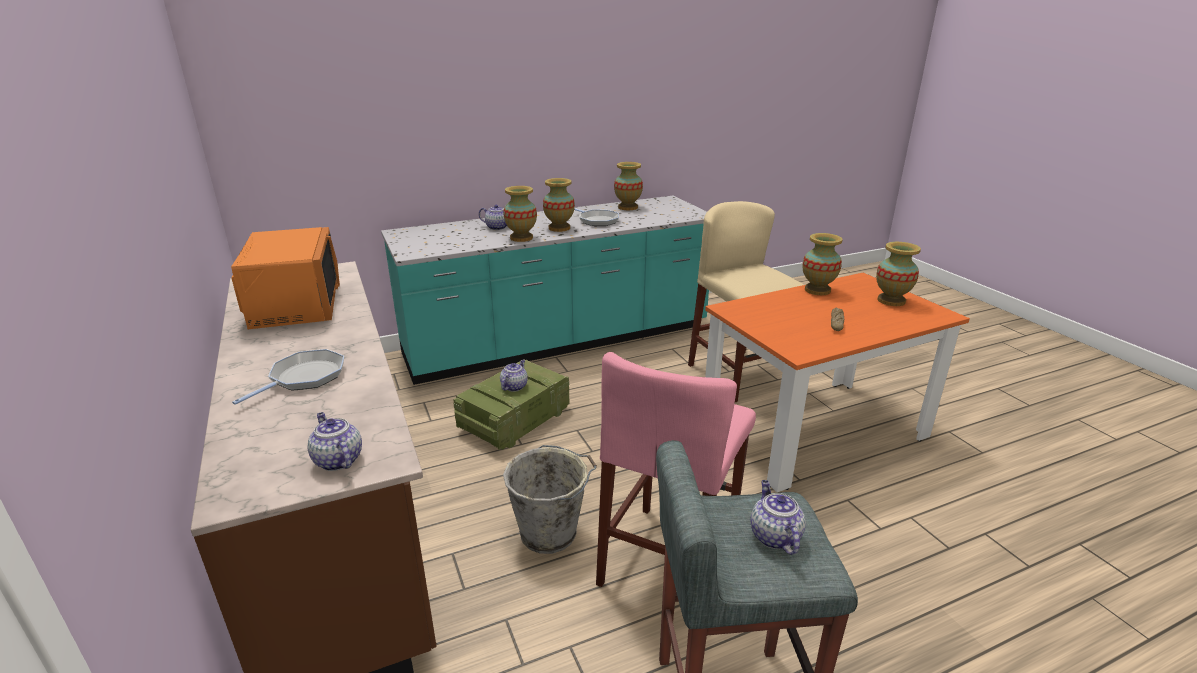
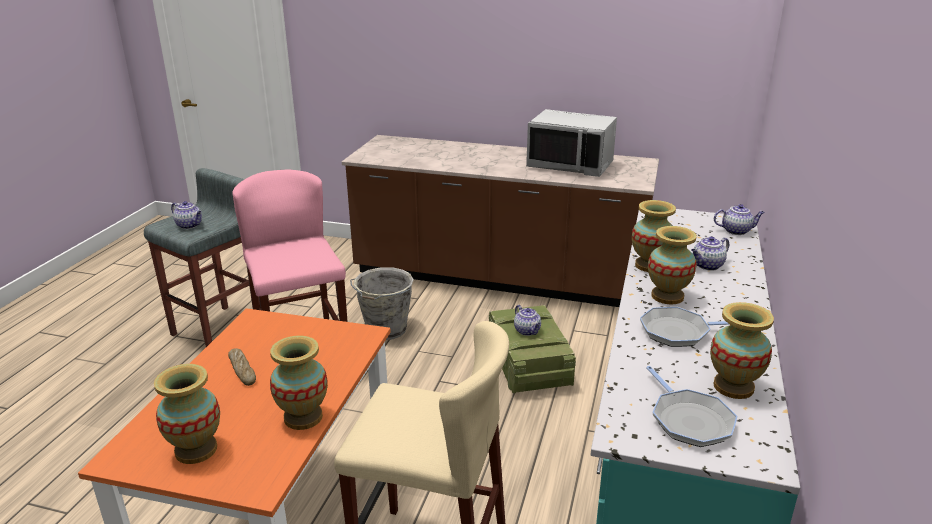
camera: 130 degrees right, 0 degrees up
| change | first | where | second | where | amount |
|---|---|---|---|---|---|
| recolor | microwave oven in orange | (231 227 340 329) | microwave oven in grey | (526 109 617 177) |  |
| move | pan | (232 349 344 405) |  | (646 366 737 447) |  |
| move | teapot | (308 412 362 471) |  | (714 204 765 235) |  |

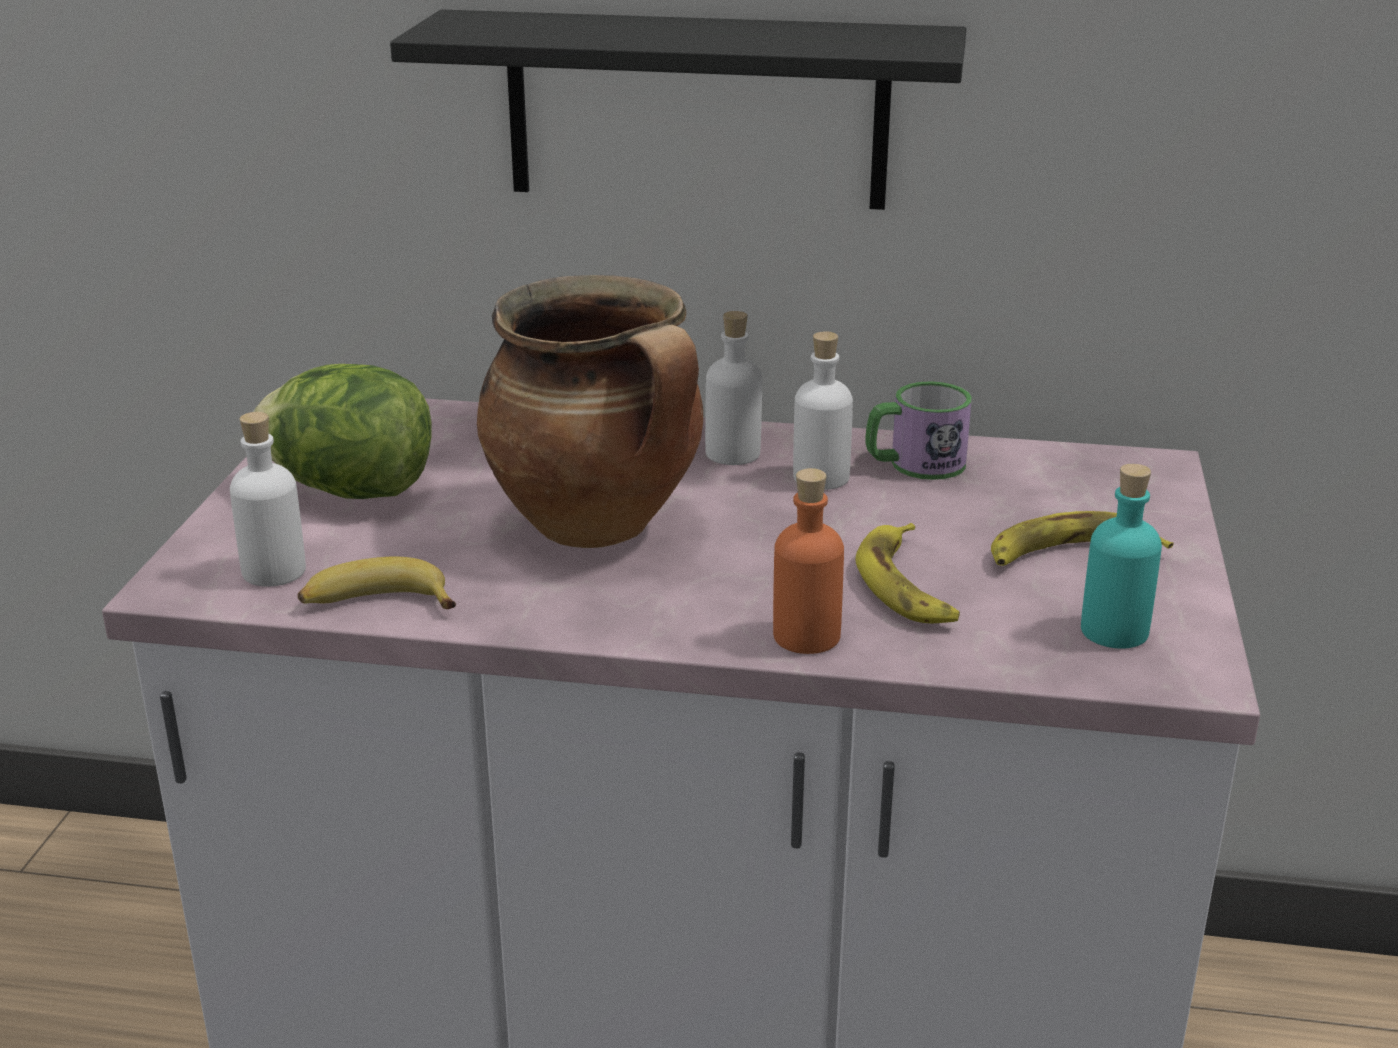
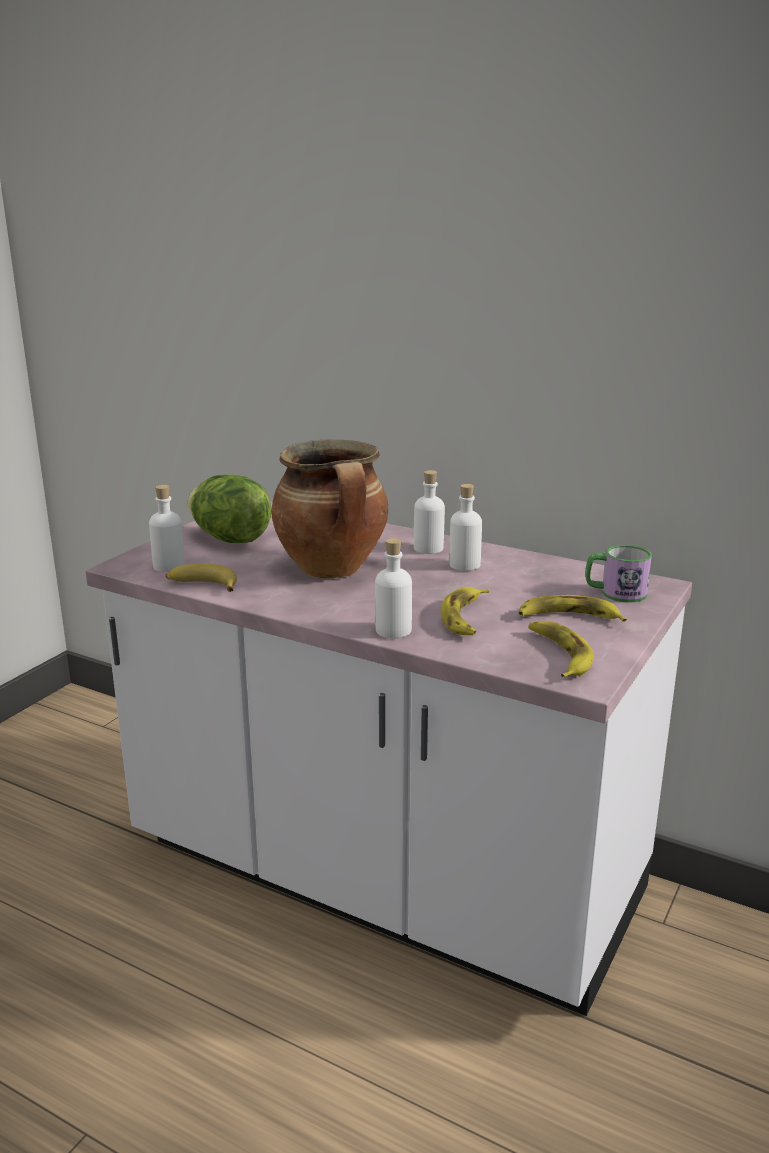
camera: 20 degrees right, 5 degrees down
| change | first | where | second | where | amount |
|---|---|---|---|---|---|
| delete | shelf in black-coloured | (390 9 966 210) |  |  |  |
| move | tea mug | (865 381 972 480) |  | (585 545 652 603) |  |
| replace | bottle in blue-green | (1081 464 1162 649) | banana fruit | (528 621 594 678) |  |
| recolor | bottle in orange | (773 468 844 654) | bottle in whitish | (375 538 412 639) |  |

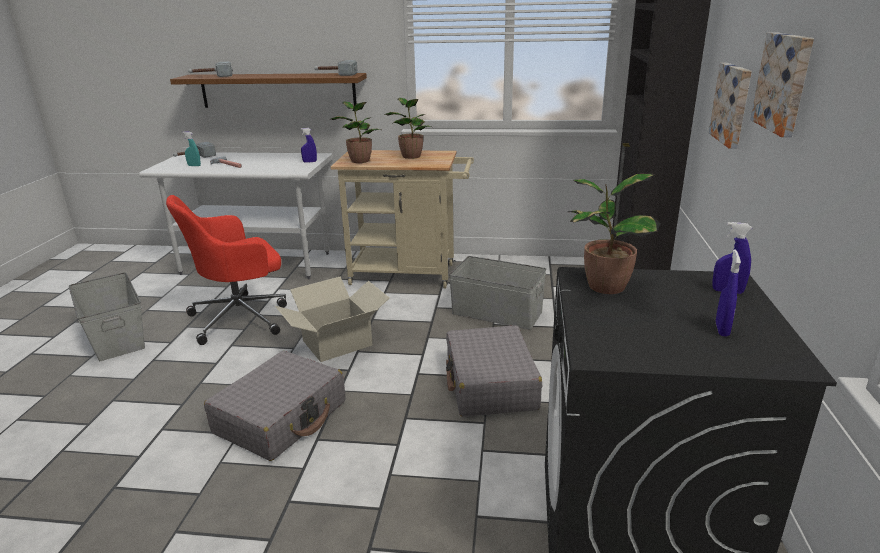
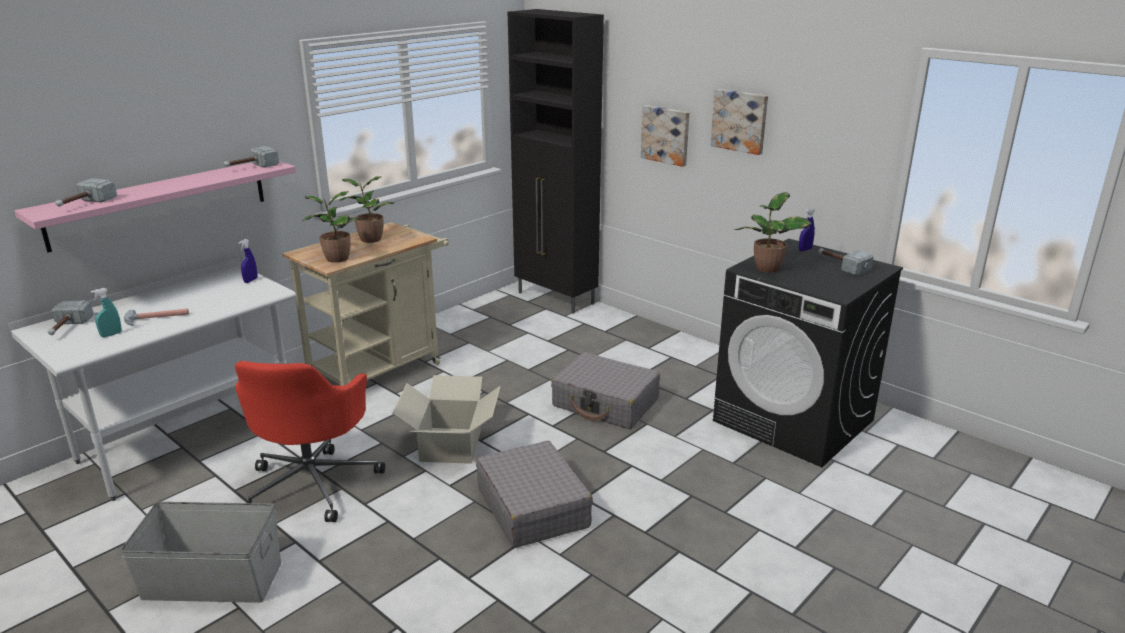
camera: 55 degrees left, 0 degrees up
| change | first | where | second | where | amount |
|---|---|---|---|---|---|
| recolor | shelf in brownish | (170 73 367 108) | shelf in pink | (14 161 296 252) |  |
| replace | hand sprayer in blue-coloured | (716 249 741 337) | tool hammer | (818 248 874 275) |  |
| delete | storage box in grey | (449 256 546 330) |  |  |  |

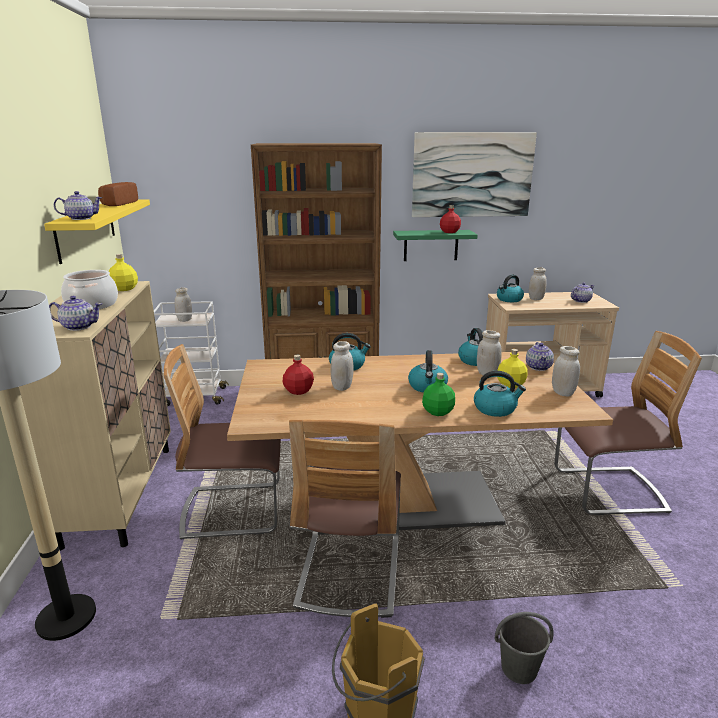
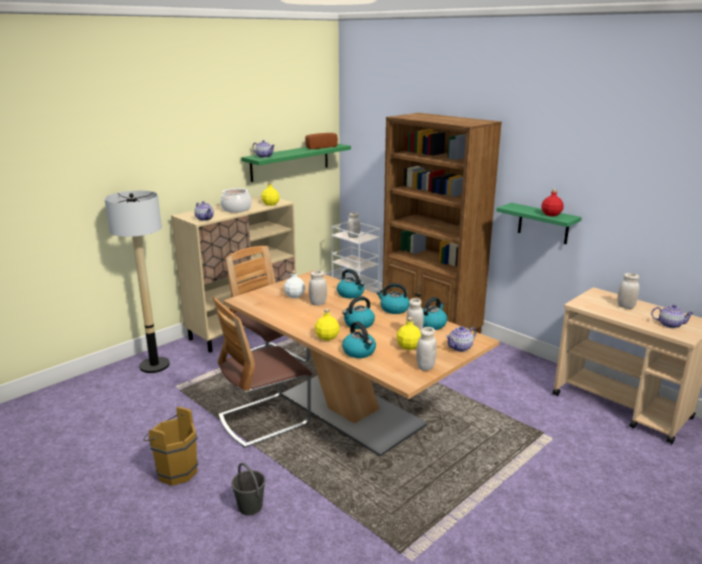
camera: 50 degrees right, 0 degrees up
| change | first | where | second | where | amount |
|---|---|---|---|---|---|
| delete | wall art | (412 132 537 217) |  |  |  |
| recolor | shelf in yellowish | (44 200 150 264) | shelf in green-coloured | (241 144 351 182) |  |
| move | kettle | (497 275 524 302) |  | (377 283 410 314) |  |
| delete | plain chair | (554 331 702 515) |  |  |  |
| recolor | bottle in reddish | (283 355 314 395) | bottle in whitish | (284 270 305 298) |  |
| recolor | bottle in green-coloured | (422 373 455 416) | bottle in yellowish | (315 309 340 341) |  |

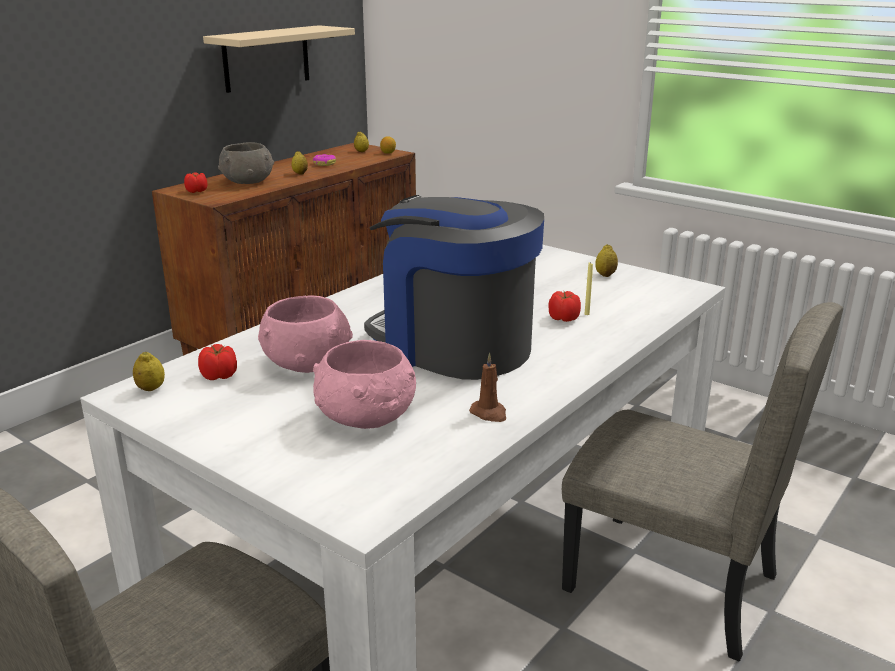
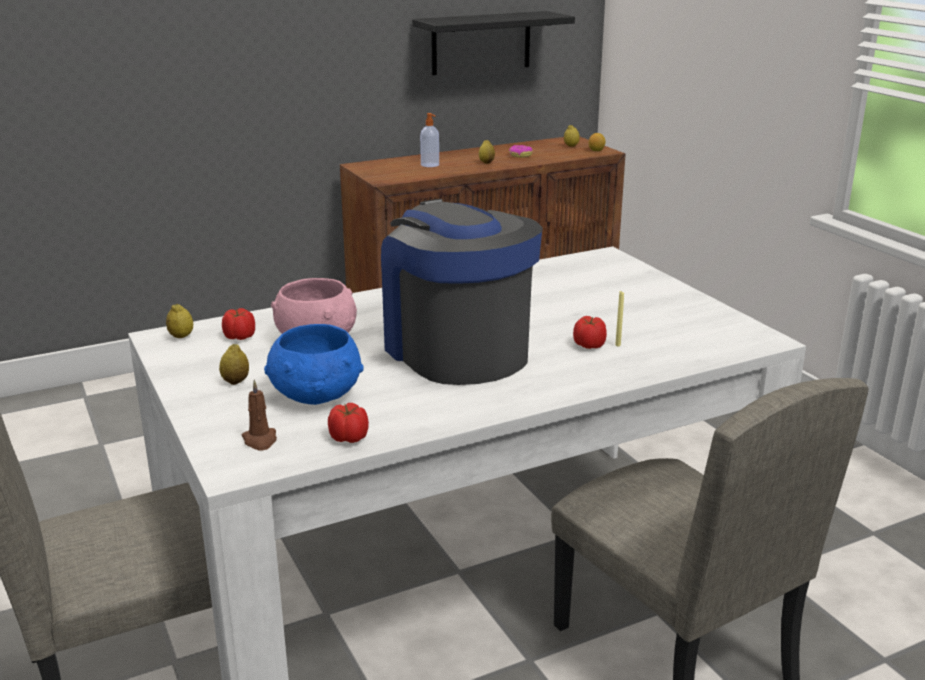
camera: 25 degrees right, 0 degrees up
| change | first | where | second | where | amount |
|---|---|---|---|---|---|
| recolor | shelf in beige-coloured | (203 25 355 93) | shelf in black-coloured | (412 11 575 75) |  |
| replace | serving bowl in grey | (218 142 274 184) | liquid soap bottle | (420 113 439 167) |  |
| move | whole tomato | (184 172 207 193) |  | (328 403 369 443) |  |
| move | citrus fruit | (595 245 618 277) |  | (219 344 249 385) |  |
| recolor | serving bowl in pink | (313 340 416 429) | serving bowl in blue-coloured | (264 324 364 405) |  |
| move | candle in brownish | (469 353 506 422) |  | (242 380 277 451) |  |

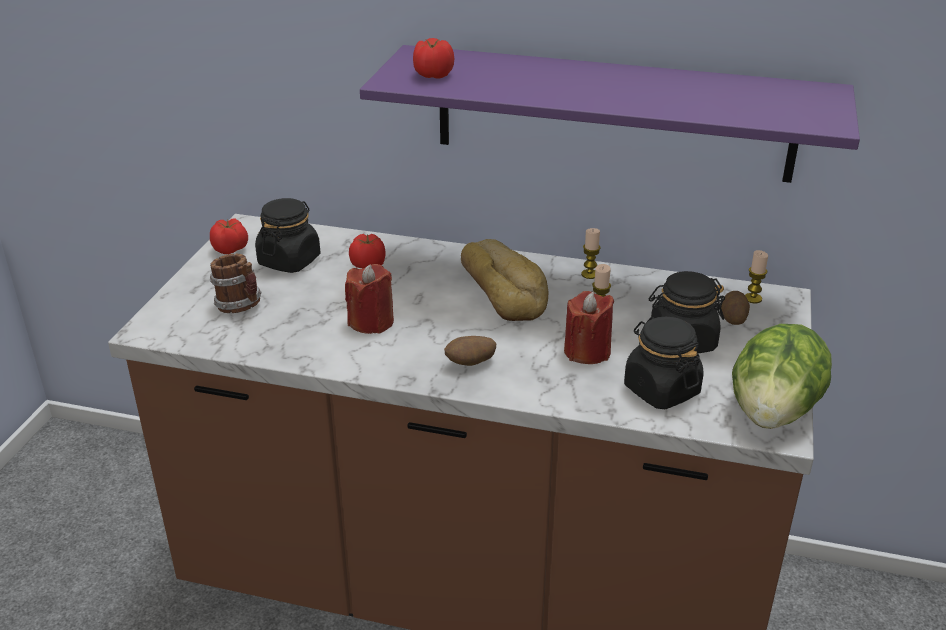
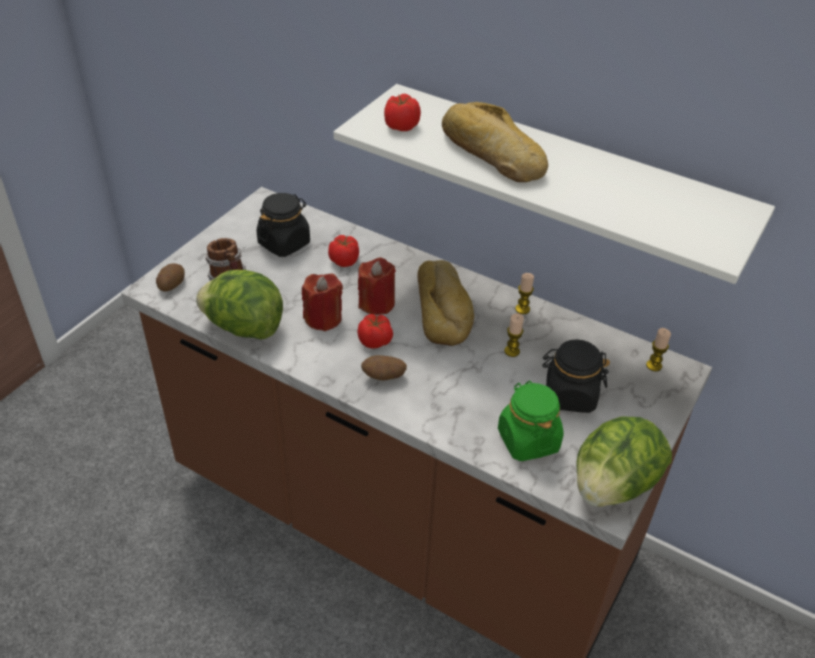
camera: 15 degrees right, 10 degrees up
| change | first | where | second | where | amount |
|---|---|---|---|---|---|
| recolor | shelf in purple | (360 45 860 183) | shelf in whitish | (333 84 775 284) |  |
| move | whole tomato | (210 218 248 254) |  | (357 314 393 349) |  |
| move | candle in reddish | (564 291 614 364) |  | (358 257 396 315) |  |
| move | spud | (721 291 750 325) |  | (156 263 185 291) |  |
| recolor | preserve jar in black-coloured | (624 317 704 409) | preserve jar in green-coloured | (498 380 564 461) |  |
| insert |  |  | baked bread | (442 102 548 182) |  |
| insert |  |  | lettuce head | (196 270 283 340) |  |

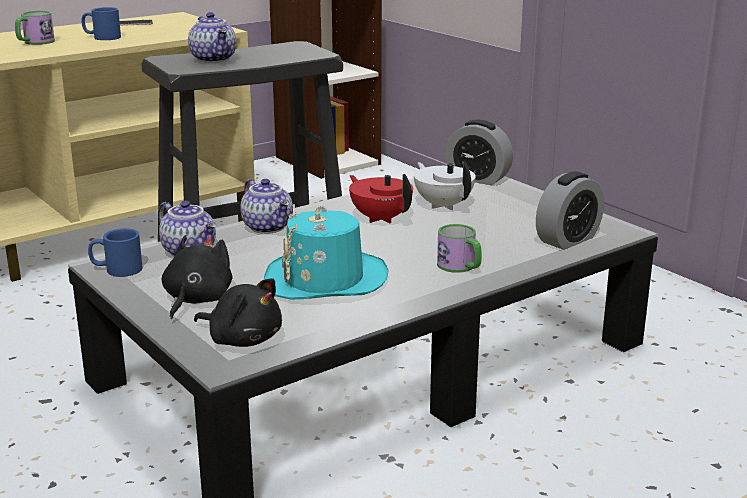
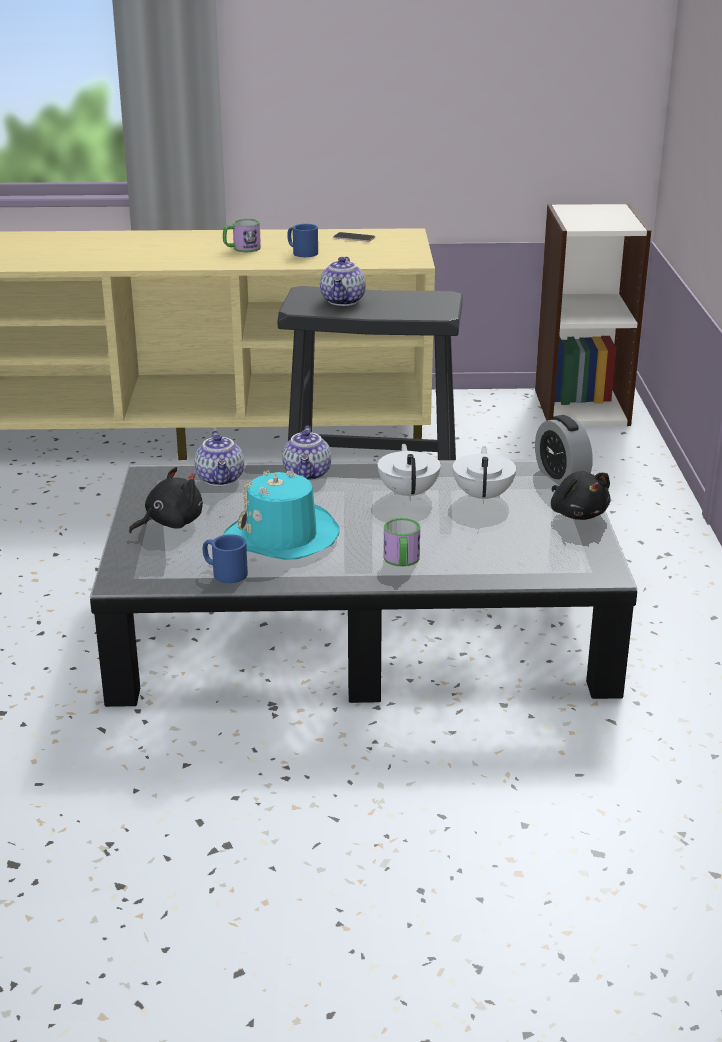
camera: 35 degrees right, 5 degrees up
| change | first | where | second | where | amount |
|---|---|---|---|---|---|
| delete | table clock | (536 171 604 250) |  |  |  |
| recolor | teapot in reddish | (349 174 413 223) | teapot in whitish | (378 444 441 501) |  |
| move | tea mug in blue-coloured | (88 228 143 277) |  | (203 534 248 583) |  |
| move | soft toy in black-coloured | (194 278 282 347) |  | (551 471 611 520) |  |

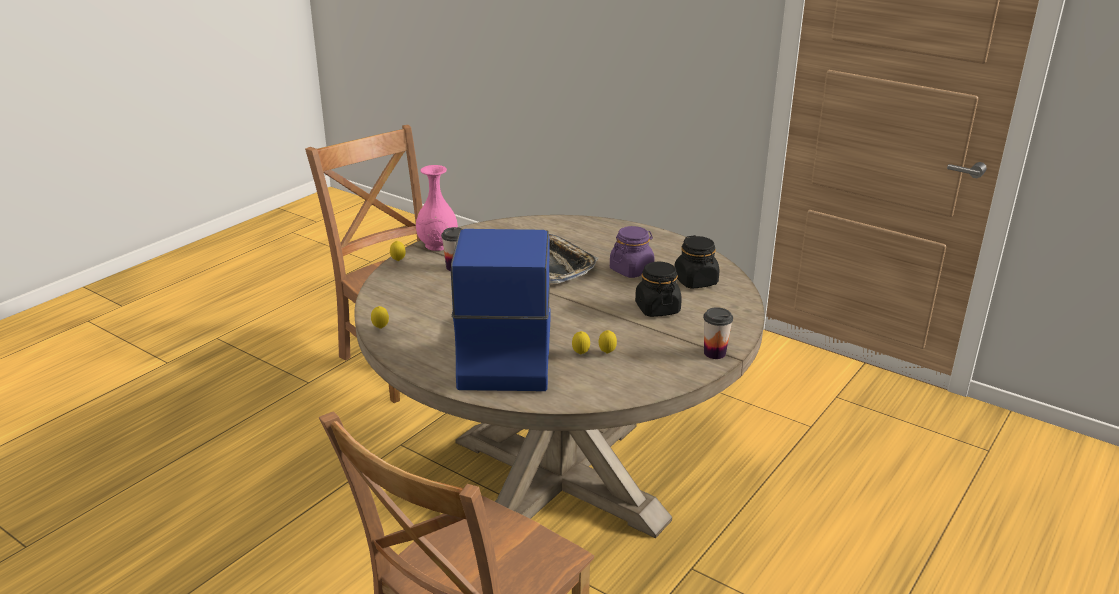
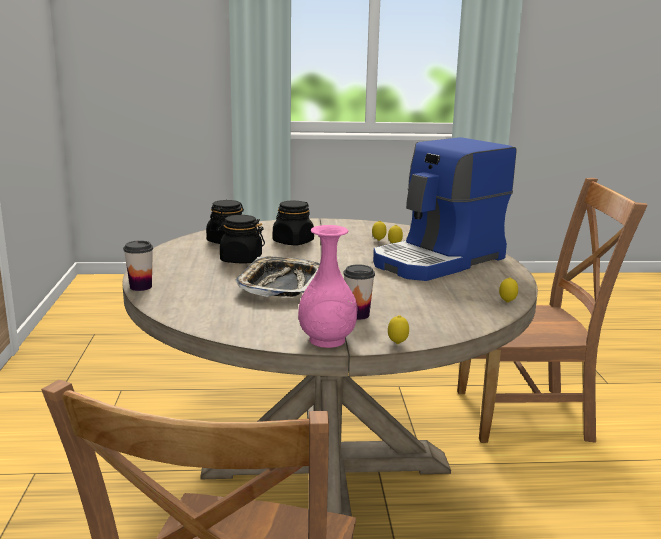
camera: 130 degrees left, 10 degrees down
| change | first | where | second | where | amount |
|---|---|---|---|---|---|
| recolor | preserve jar in purple | (610 226 655 278) | preserve jar in black-coloured | (216 215 265 263) |  |
| move | cup | (703 307 733 359) |  | (123 240 153 291) |  |

